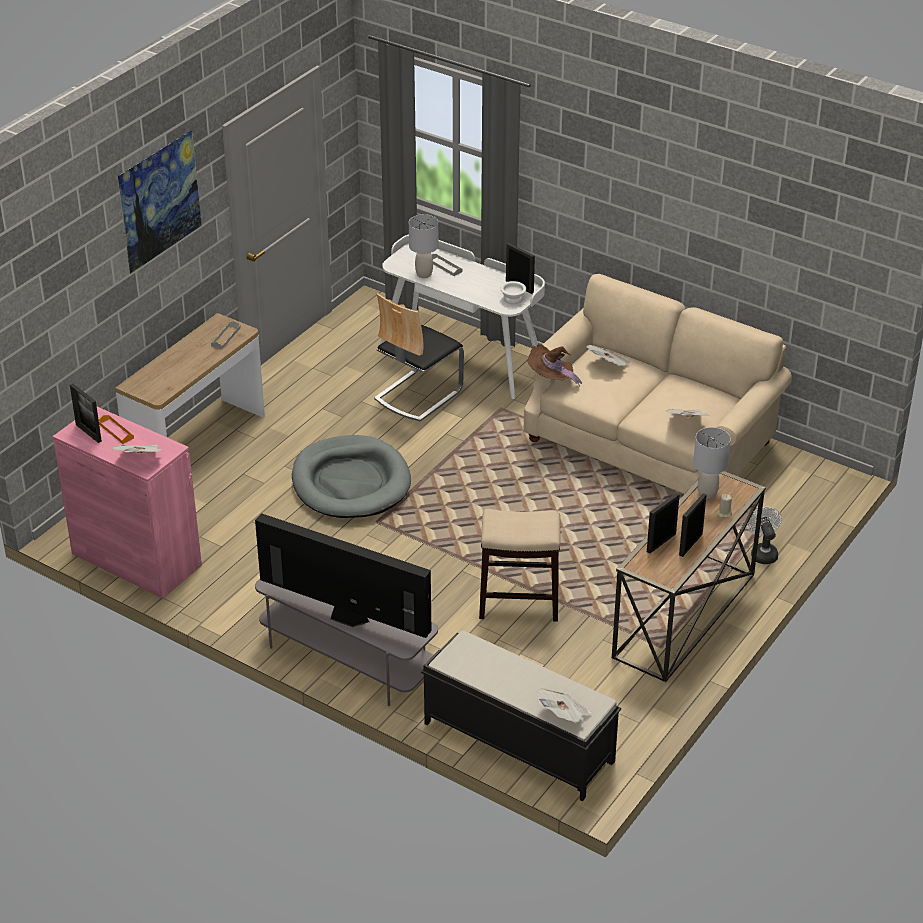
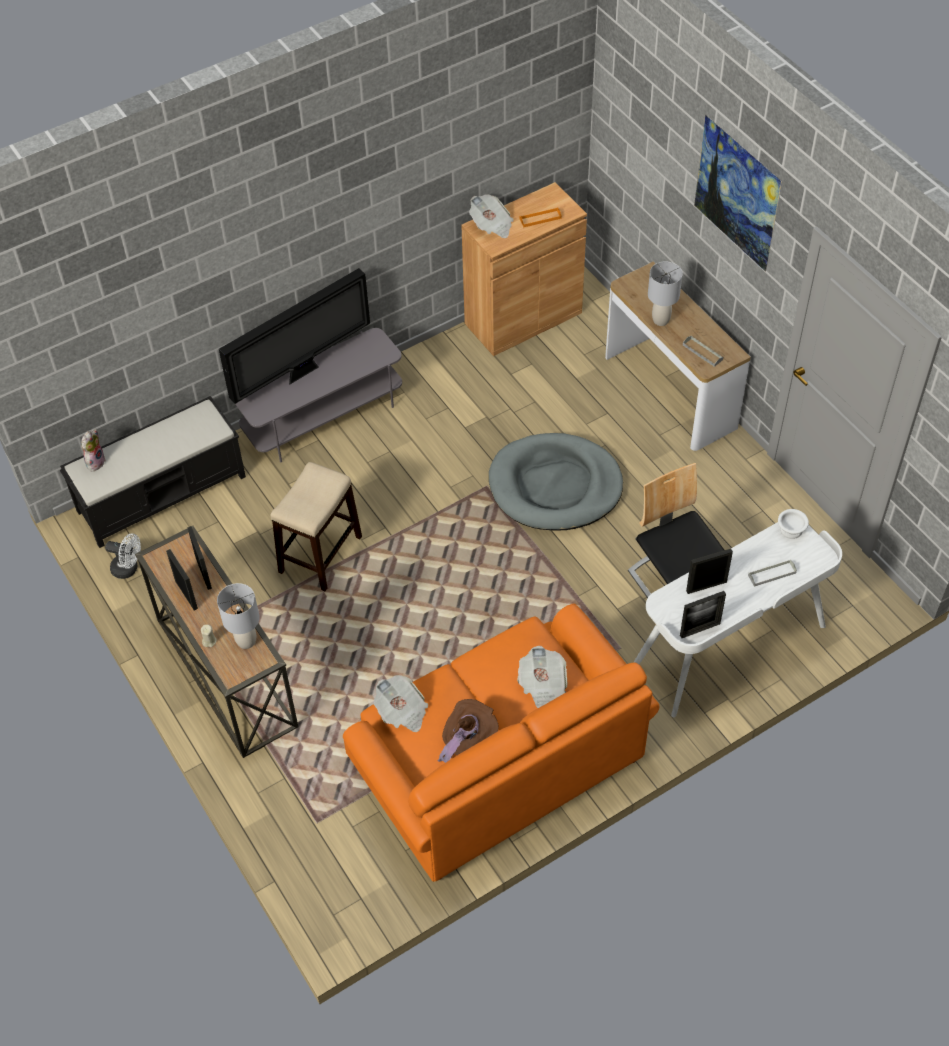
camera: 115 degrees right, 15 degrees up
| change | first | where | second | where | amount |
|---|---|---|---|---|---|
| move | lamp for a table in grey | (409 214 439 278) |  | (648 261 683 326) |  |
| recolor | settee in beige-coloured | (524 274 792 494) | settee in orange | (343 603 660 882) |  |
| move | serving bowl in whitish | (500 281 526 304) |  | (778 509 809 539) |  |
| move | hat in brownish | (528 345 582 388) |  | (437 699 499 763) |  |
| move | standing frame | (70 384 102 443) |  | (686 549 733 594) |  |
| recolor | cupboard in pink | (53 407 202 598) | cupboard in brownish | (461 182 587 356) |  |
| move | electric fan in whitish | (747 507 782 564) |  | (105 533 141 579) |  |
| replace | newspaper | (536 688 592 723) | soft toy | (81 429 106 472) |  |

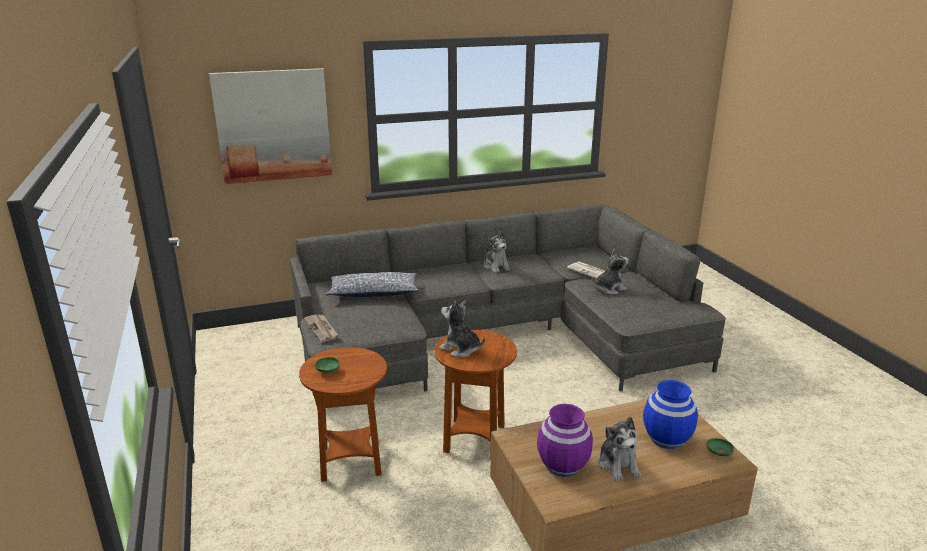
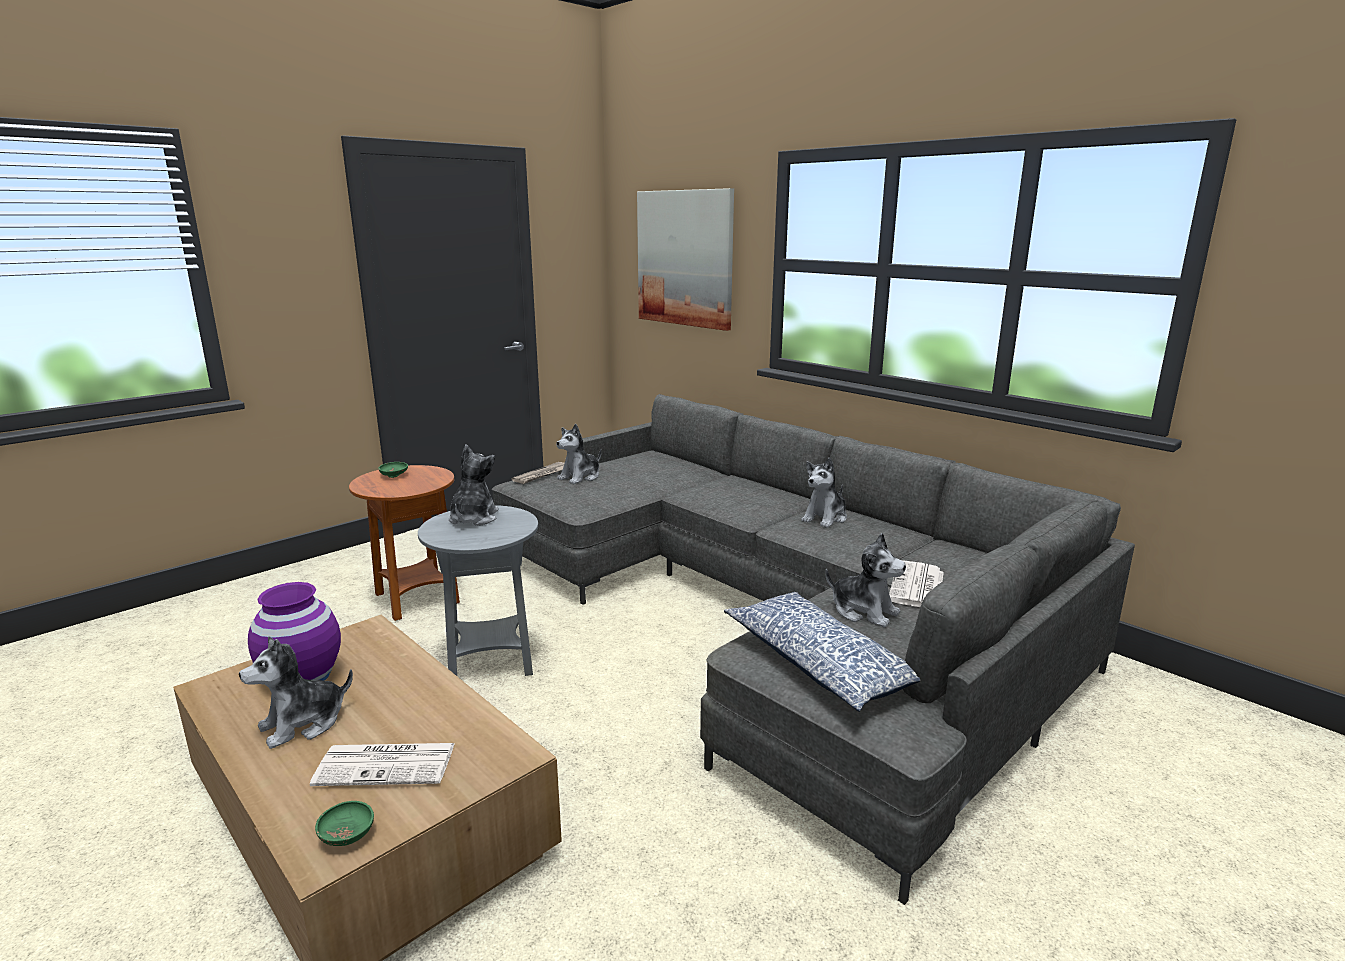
camera: 65 degrees right, 5 degrees down
| change | first | where | second | where | amount |
|---|---|---|---|---|---|
| move | throw pillow | (326 272 419 297) |  | (724 592 920 712) |  |
| recolor | side table in brownish | (434 330 517 458) | side table in grey | (418 505 538 676) |  |
| replace | decorative vase in blue-coloured | (643 380 698 449) | newspaper | (310 743 455 786) |  |
| insert |  |  | soft toy | (556 424 601 484) |  |

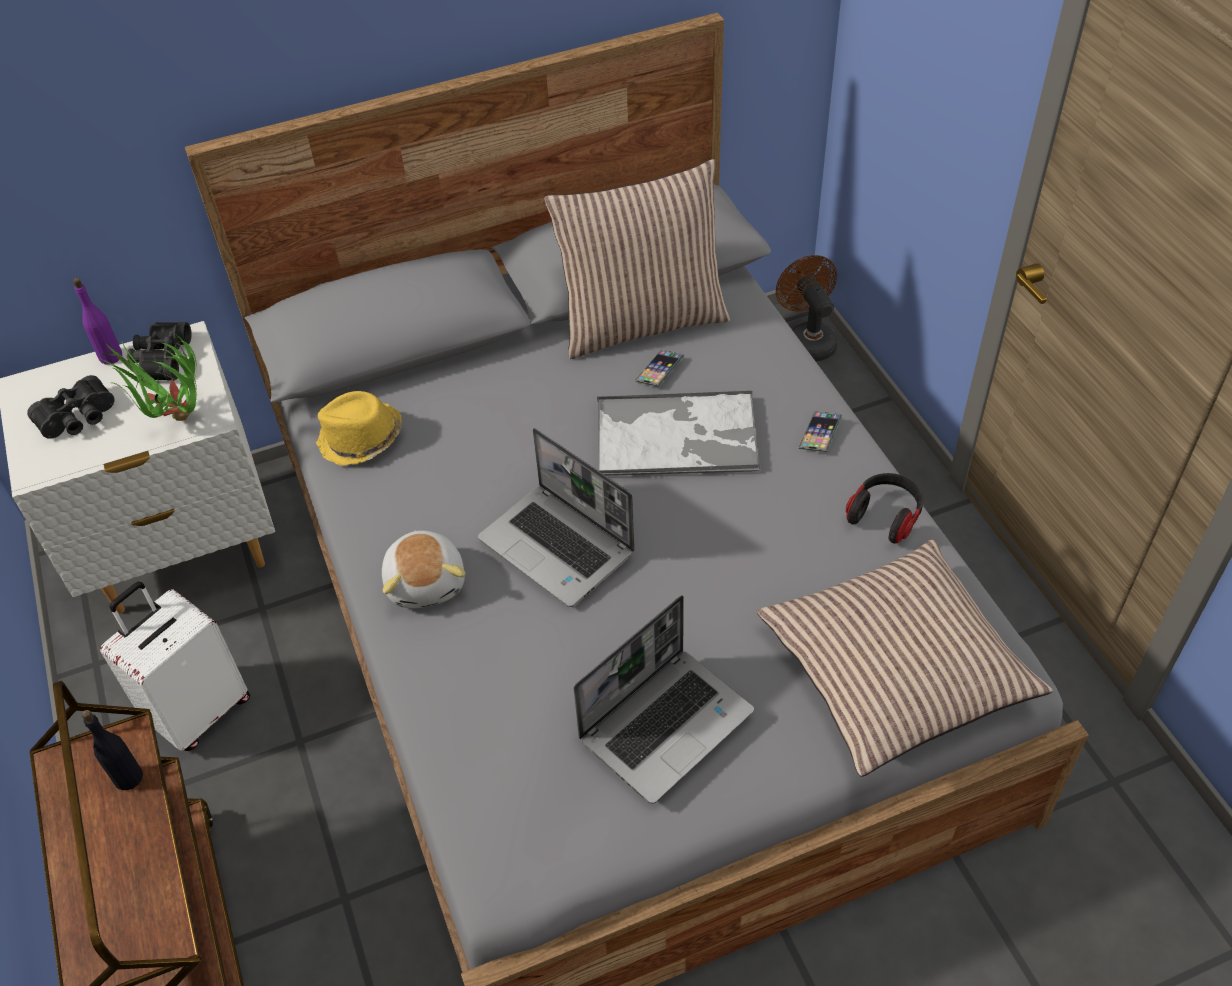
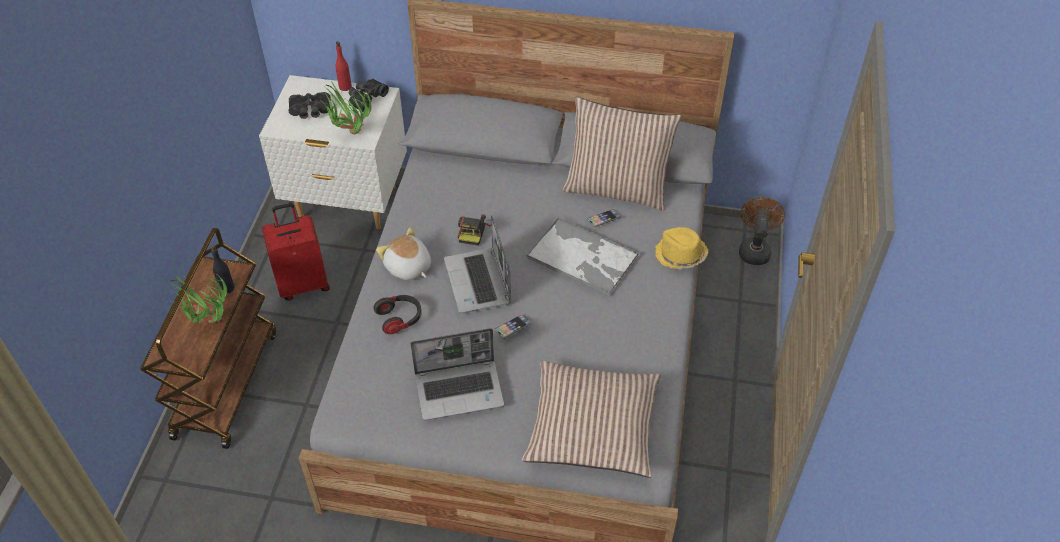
camera: 30 degrees right, 0 degrees up
| change | first | where | second | where | amount |
|---|---|---|---|---|---|
| recolor | bottle in purple | (73 278 122 365) | bottle in reddish | (335 41 352 91) |  |
| move | hat in yellowish | (316 391 402 466) |  | (655 227 708 269) |  |
| move | phone | (799 411 842 452) |  | (494 314 532 339) |  |
| move | pair of headphones | (846 473 923 544) |  | (373 295 422 334) |  |
| rotate | soft toy | (382 530 465 608) |  | (376 227 431 280) | 120 degrees clockwise |
| recolor | suitcase in whitish | (100 582 250 751) | suitcase in reddish | (262 203 330 301) |  |
| insert |  |  | still camera | (458 214 491 246) |  |
| insert |  |  | houseplant | (170 273 227 324) |  |

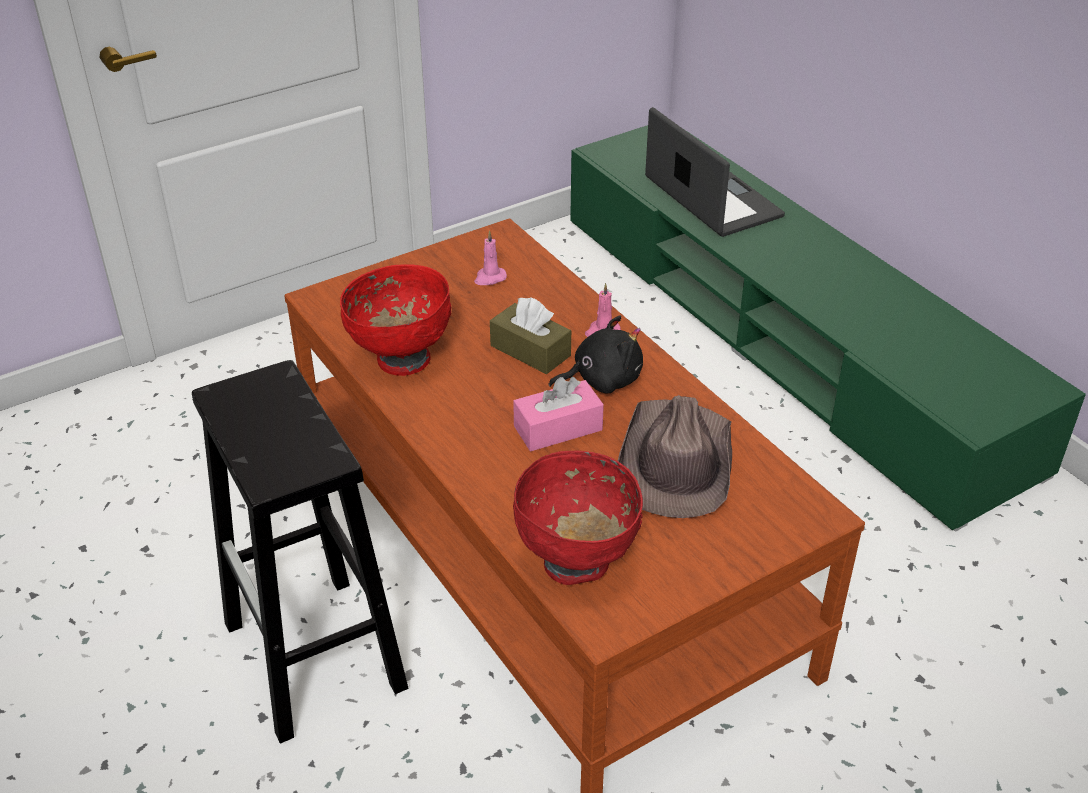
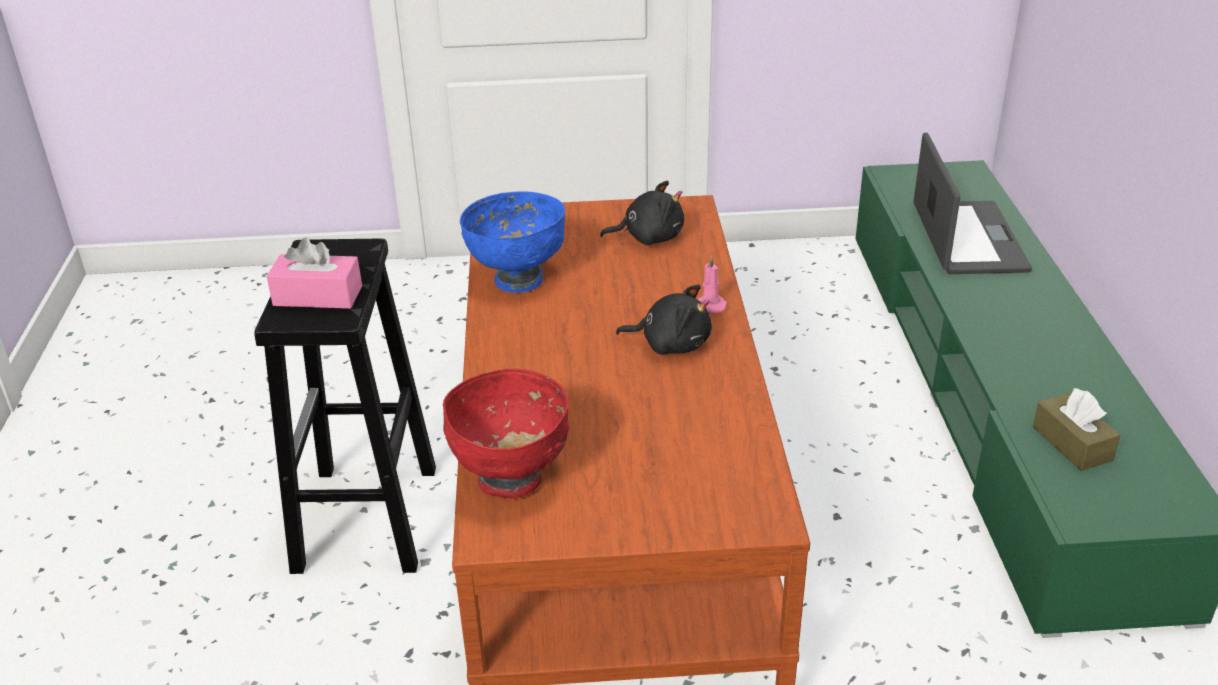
camera: 30 degrees right, 5 degrees down
| change | first | where | second | where | amount |
|---|---|---|---|---|---|
| replace | candle in pink | (474 230 507 285) | soft toy in black-coloured | (600 181 684 245) |  |
| recolor | serving bowl in reddish | (340 264 451 376) | serving bowl in blue-coloured | (460 192 565 293) |  |
| move | tissue box in brownish | (490 297 571 374) |  | (1033 388 1121 471) |  |
| move | tissue box in pink | (513 377 604 451) |  | (267 238 362 309) |  |
| delete | hat in brownish | (618 395 732 518) |  |  |  |

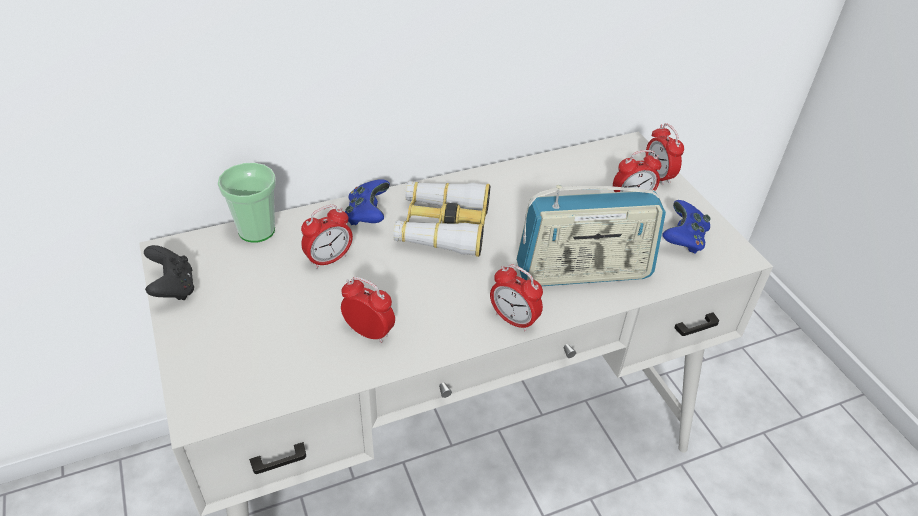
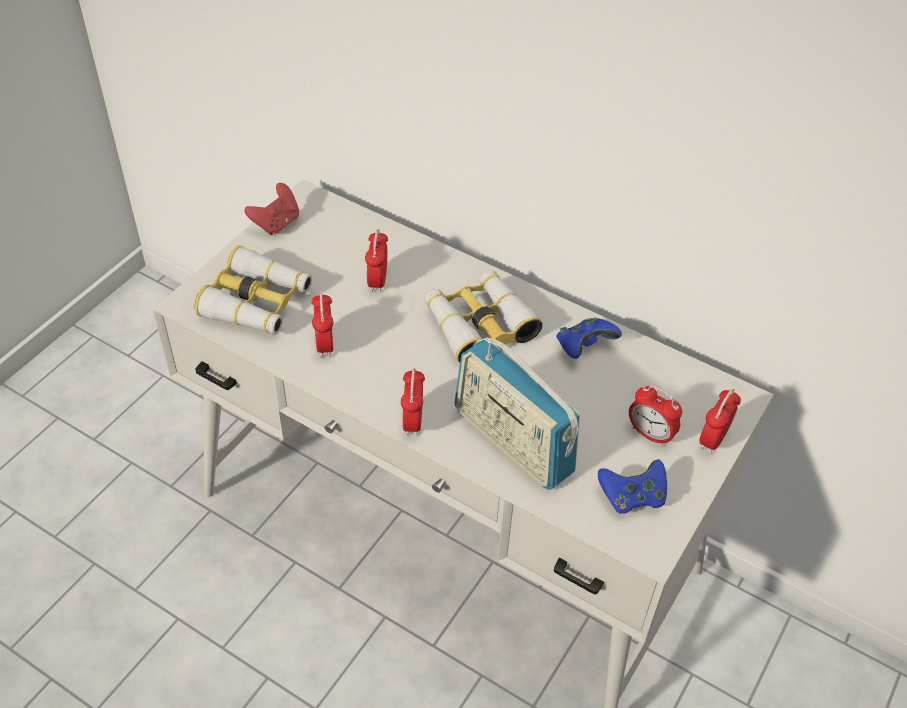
camera: 55 degrees right, 5 degrees up
| change | first | where | second | where | amount |
|---|---|---|---|---|---|
| delete | cup | (218 163 276 243) |  |  |  |
| move | joypad in blue-coloured | (345 179 390 225) |  | (556 318 622 359) |  |
| rotate | table clock | (301 205 353 269) |  | (365 229 388 292) | 75 degrees clockwise |
| recolor | joypad in black-coloured | (144 245 194 300) | joypad in reddish | (244 183 299 235) |  |
| insert |  |  | pair of binoculars | (194 245 312 335) |  |

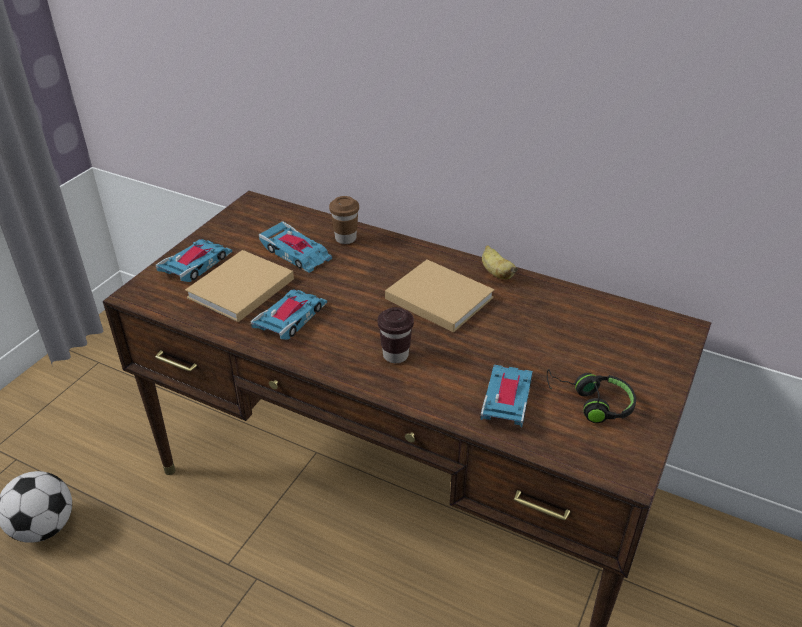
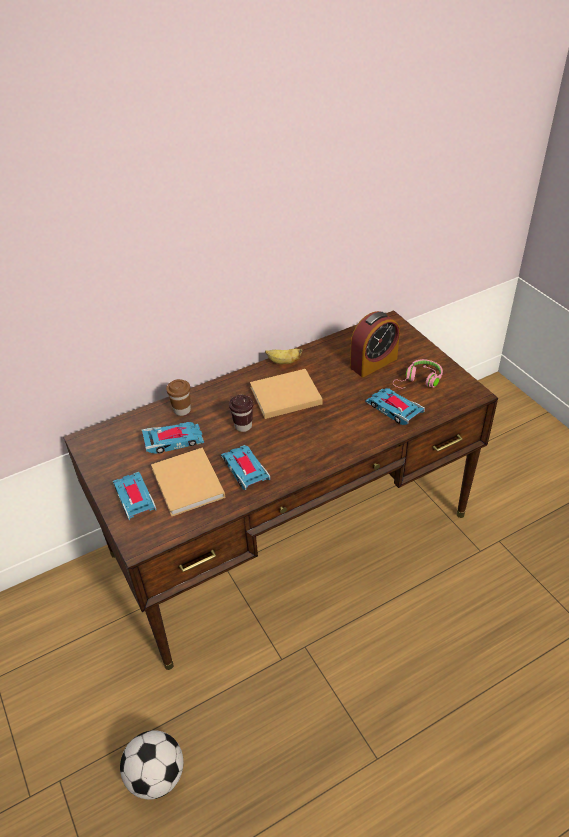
camera: 55 degrees left, 5 degrees up
| change | first | where | second | where | amount |
|---|---|---|---|---|---|
| move | cup in brownish | (378 307 414 363) |  | (229 395 253 432) |  |
| recolor | pair of headphones in black-coloured | (547 369 636 423) | pair of headphones in pink | (393 359 443 389) |  |
| insert |  |  | table clock | (350 311 400 377) |  |

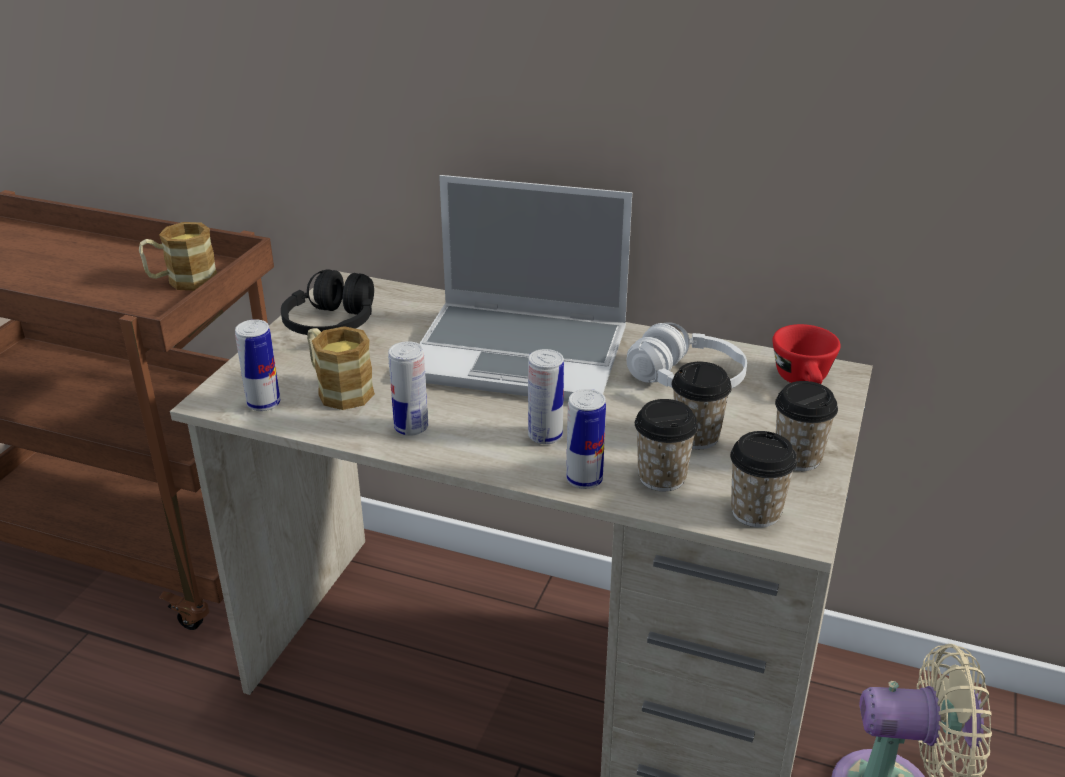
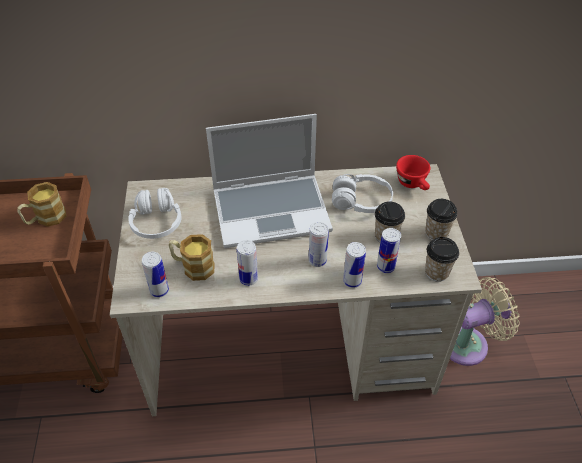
camera: 25 degrees left, 15 degrees up
| change | first | where | second | where | amount |
|---|---|---|---|---|---|
| recolor | pair of headphones in black-coloured | (281 269 374 335) | pair of headphones in whitish | (128 188 181 239) |  |
| replace | cup | (635 399 698 491) | sealed can | (377 228 401 273) |  |

